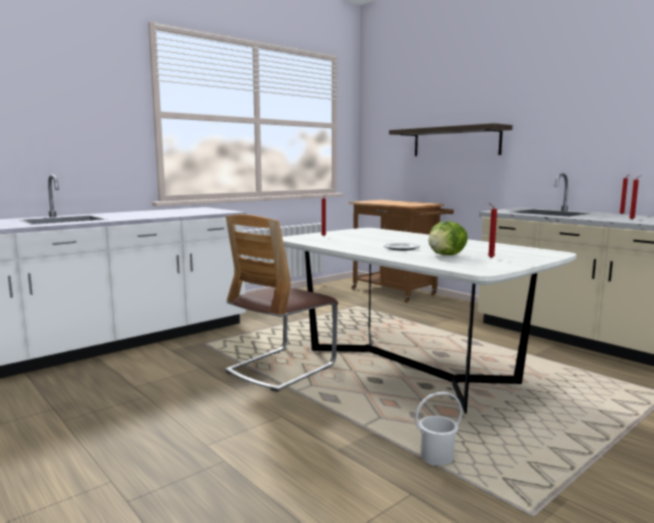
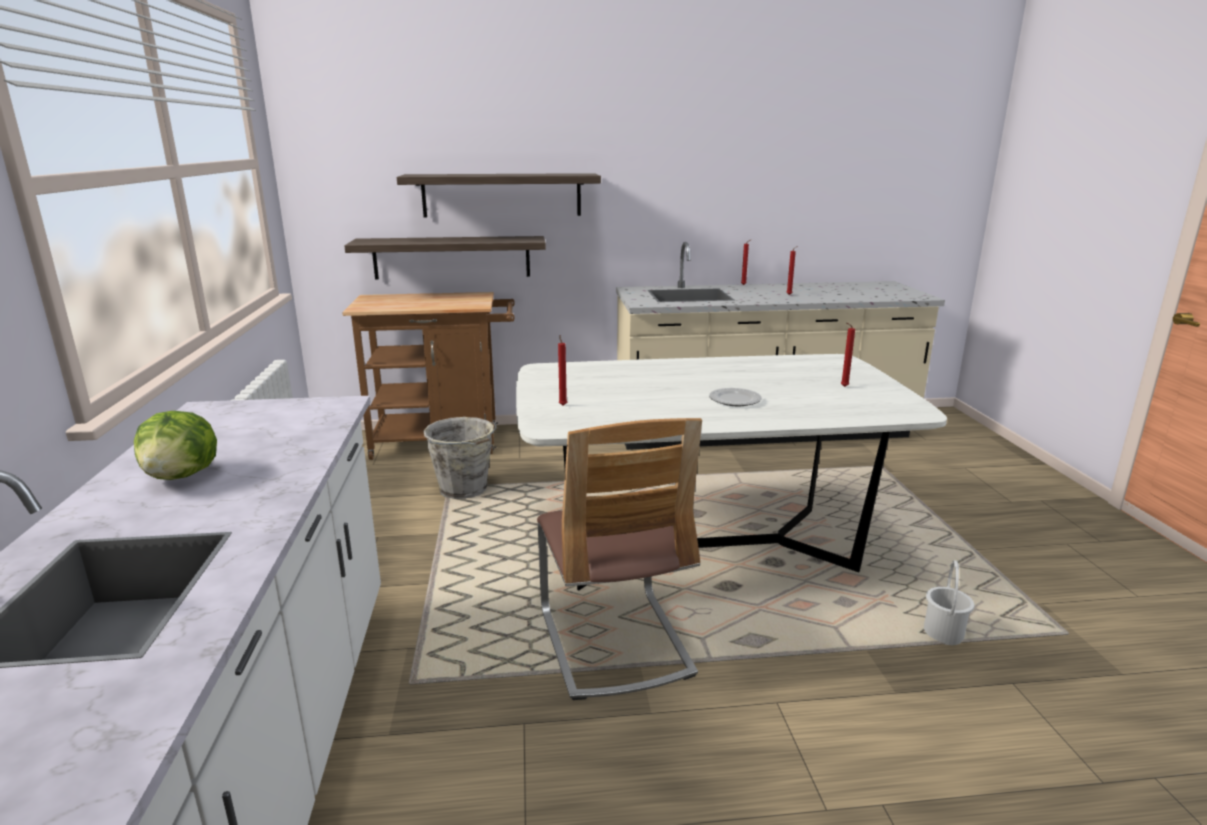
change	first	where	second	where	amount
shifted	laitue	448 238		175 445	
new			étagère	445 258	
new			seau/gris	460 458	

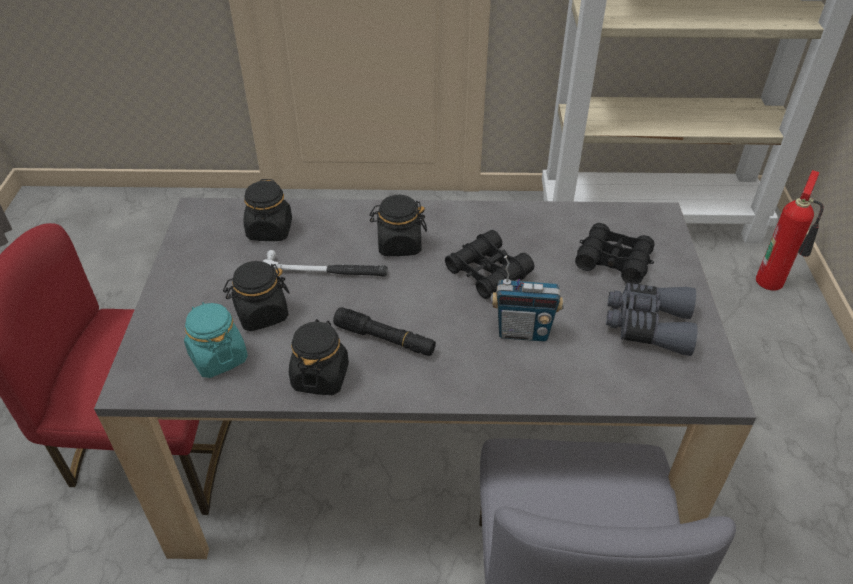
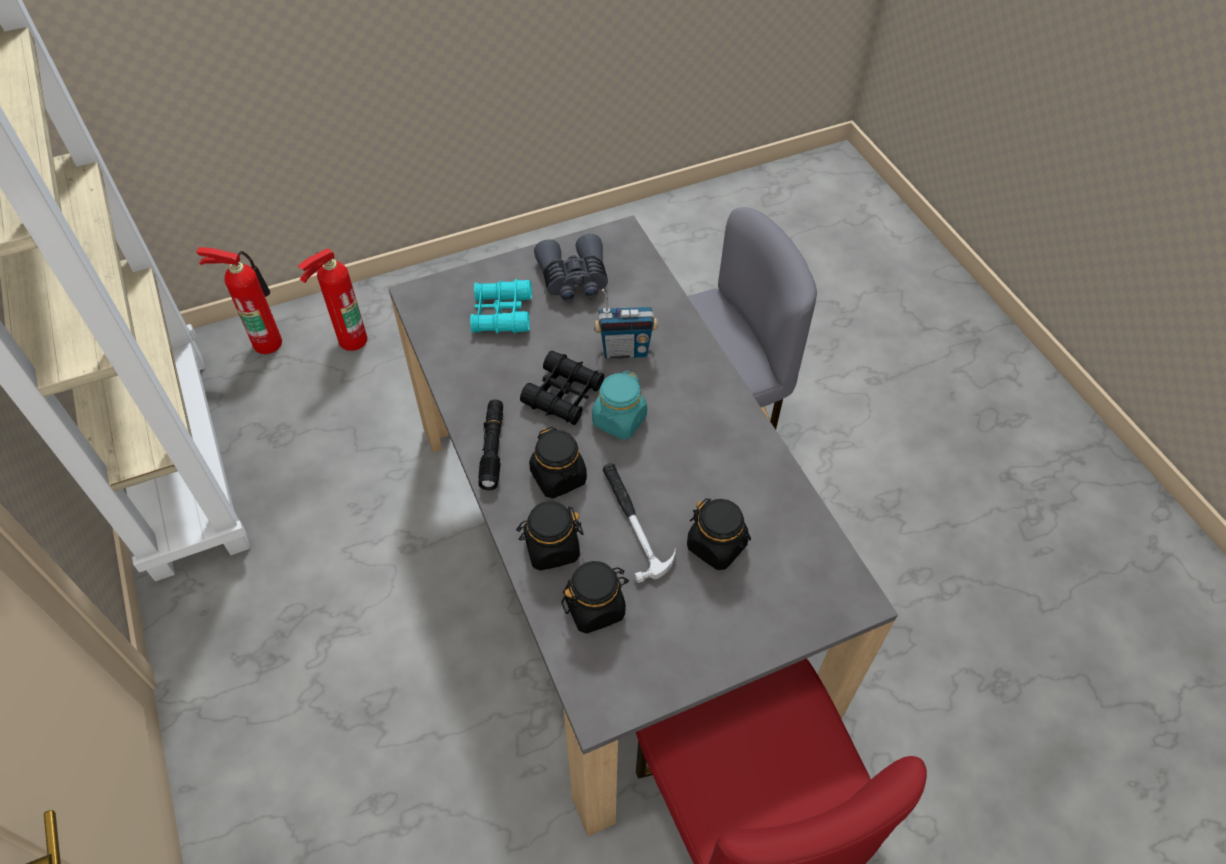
change	first	where	second	where	amount
repainted	jumelles/noir	615 253	jumelles/turquoise	501 306	
rotated	radio	527 299		626 324	105 degrees clockwise
shifted	bocal/turquoise	216 340		619 405	
shifted	lampe de poche/noir	384 331		490 445	
shifted	bocal/noir	319 357		550 536	
new			extincteur	332 300	

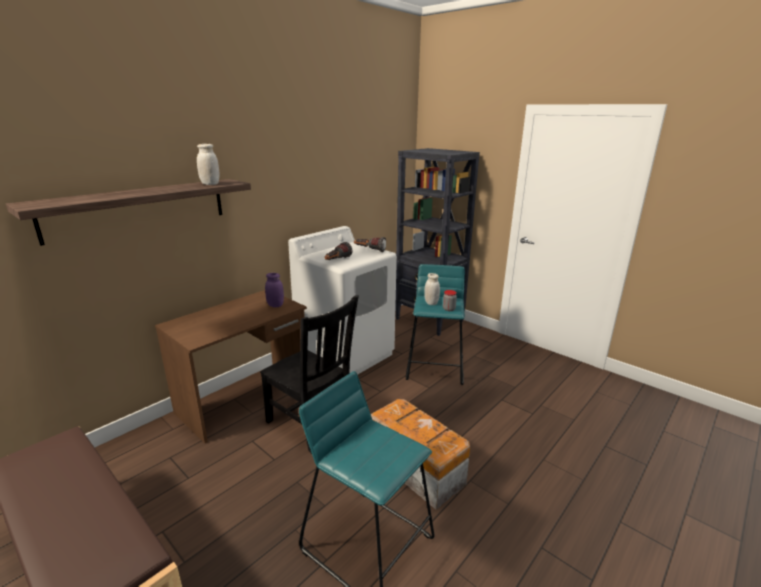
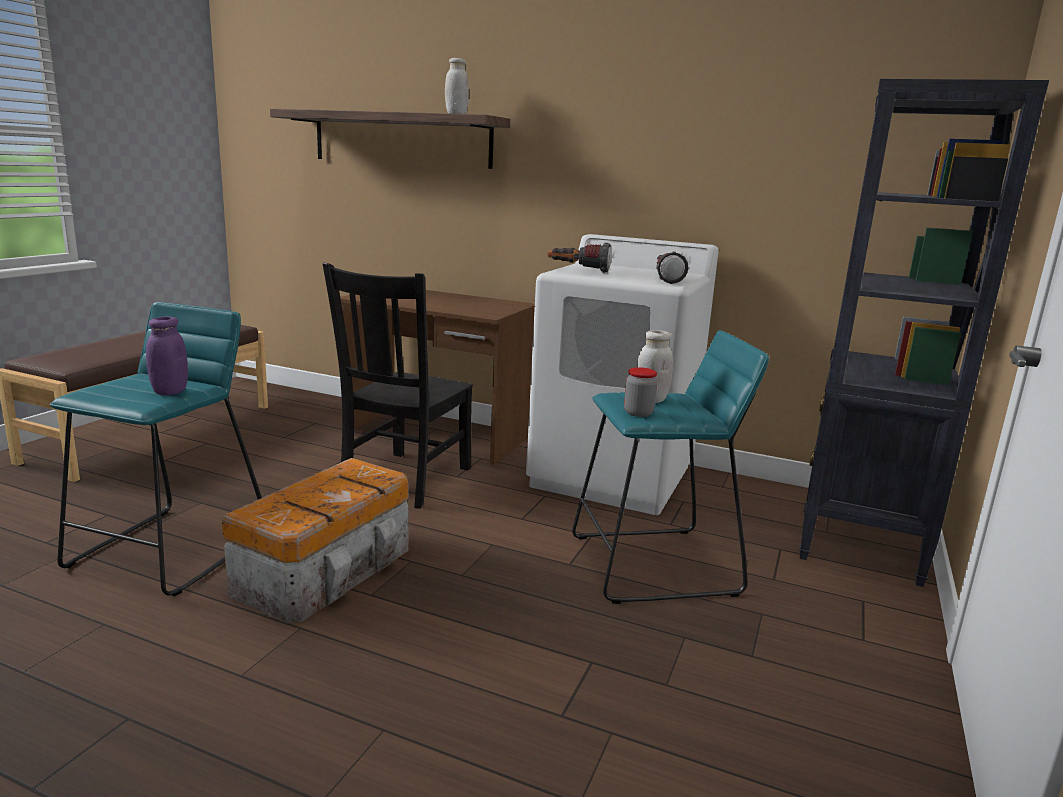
change	first	where	second	where	amount
shifted	bocal/violet	274 290		167 355	

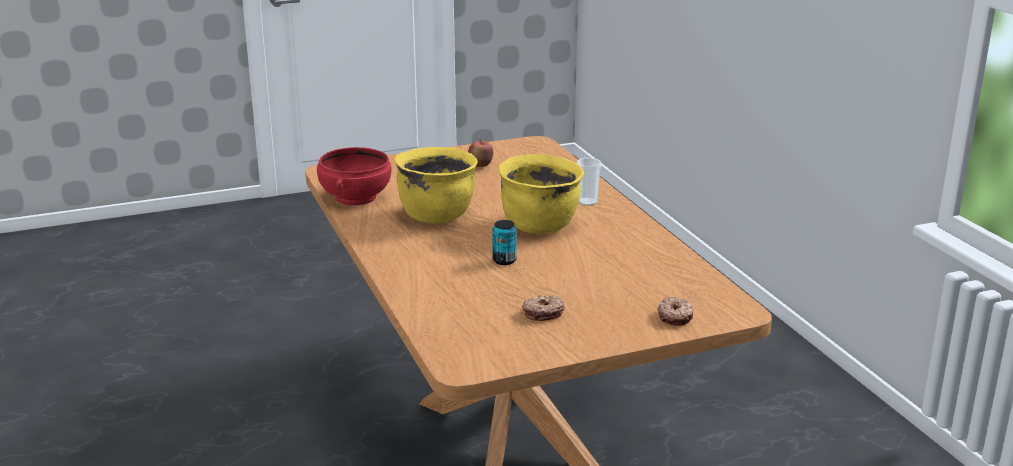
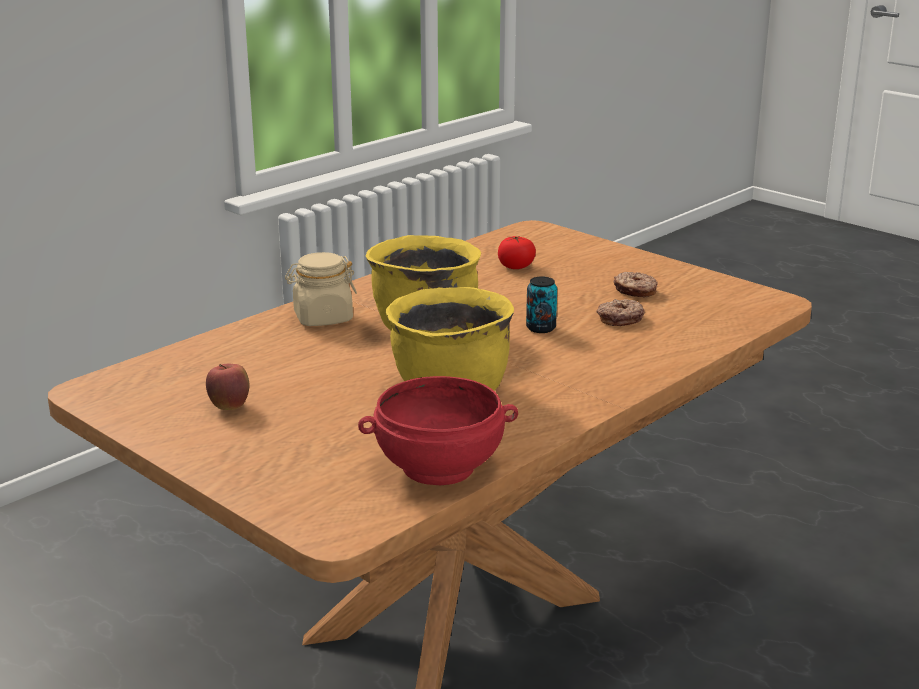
change	first	where	second	where	amount
swapped	tasse	589 182	bocal/beige	321 289	
shifted	beignet	675 311		620 312	
new			tomate	517 252	

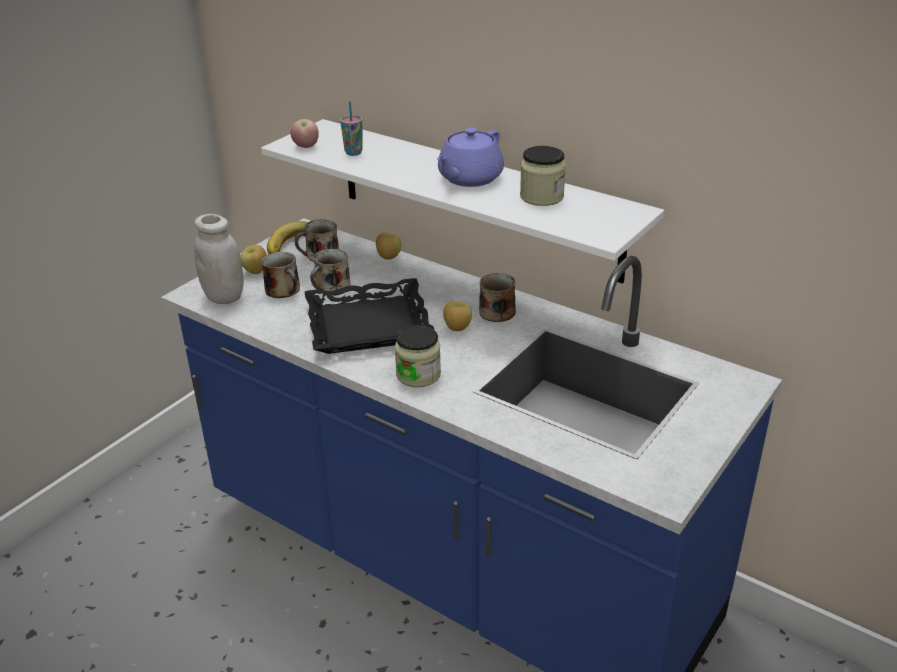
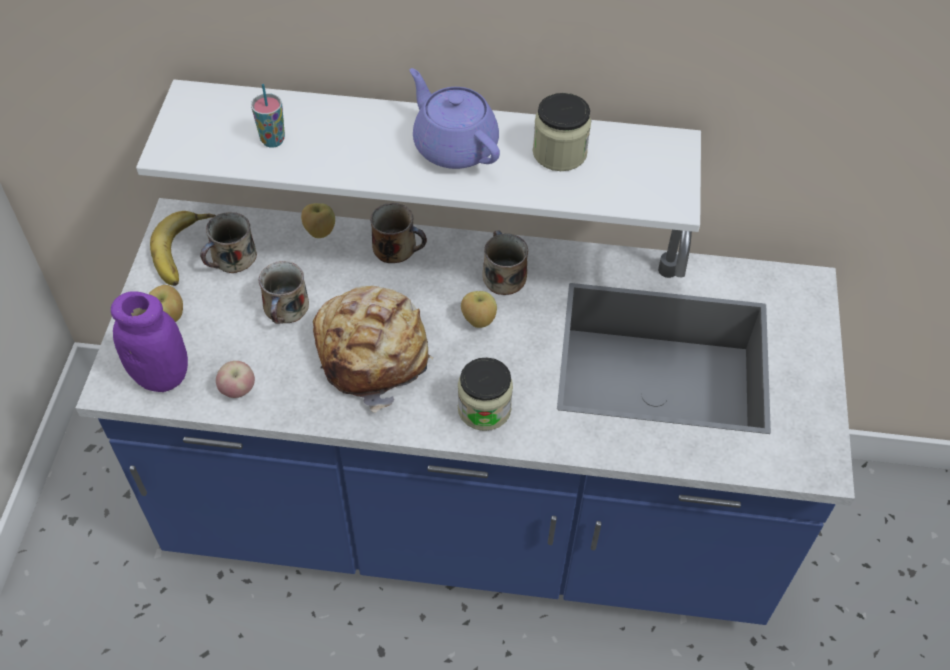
change	first	where	second	where	amount
shifted	pomme	304 133		235 379	
rotated	théière/violet	470 157		455 118	135 degrees clockwise
repainted	bocal/blanc	219 259	bocal/violet	149 341	
shifted	mug	281 275		398 233	
swapped	plateau/noir	369 316	pain	373 349	

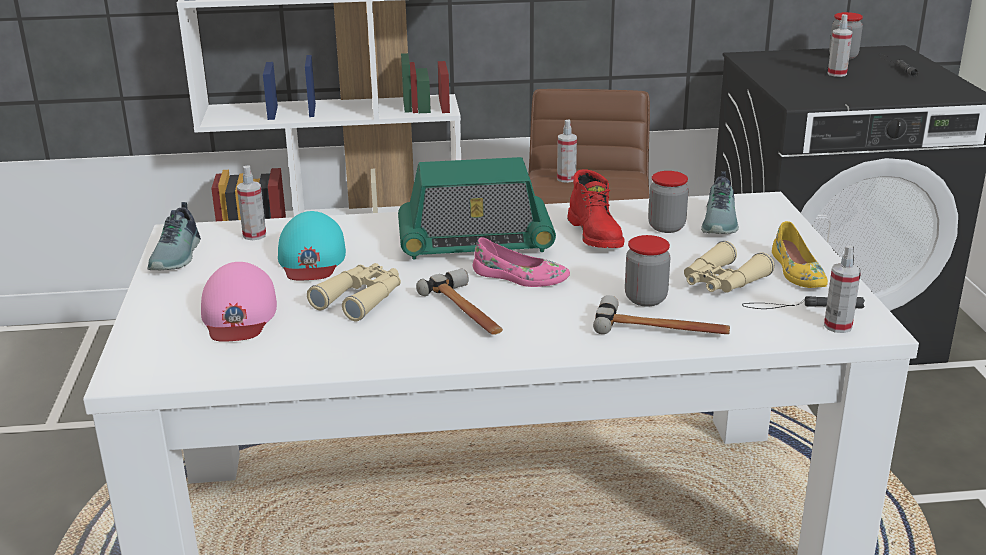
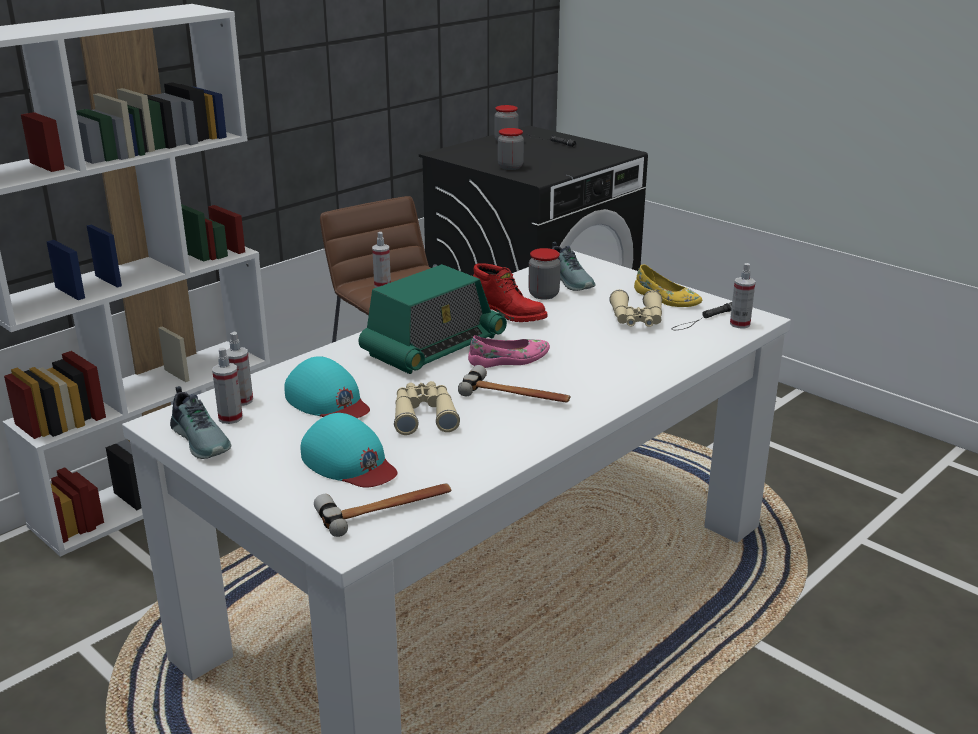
change	first	where	second	where	amount
shifted	vaporisateur	840 45		227 386	
shifted	bocal	647 271		511 149	
repainted	casquette/rose	239 302	casquette/turquoise	349 450	
shifted	marteau	661 314		383 510	

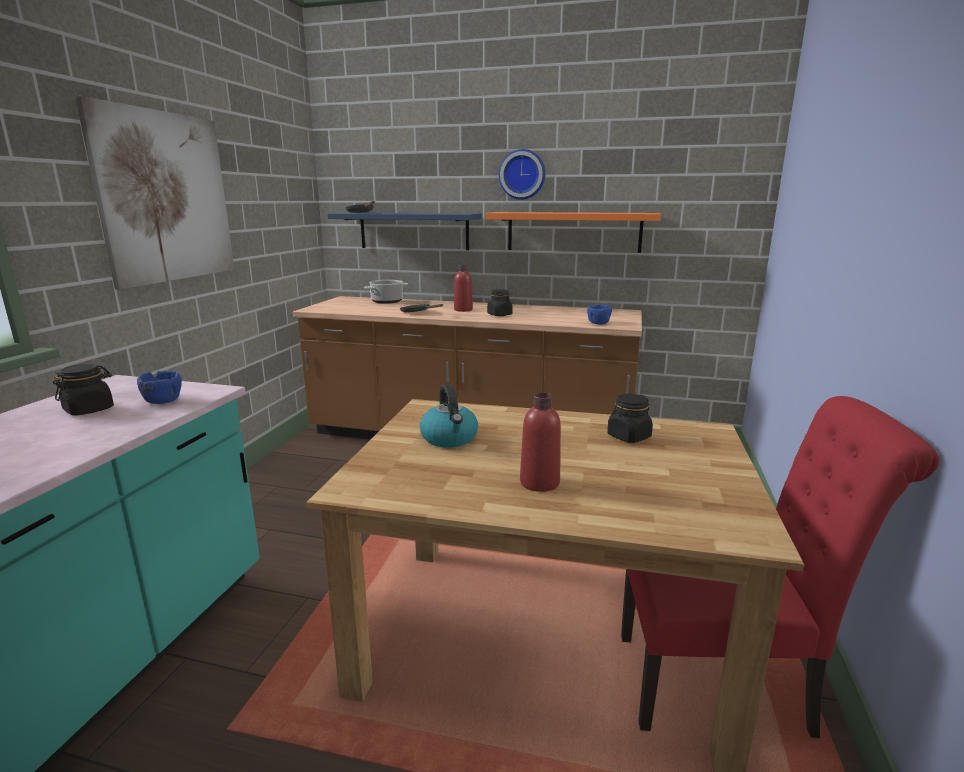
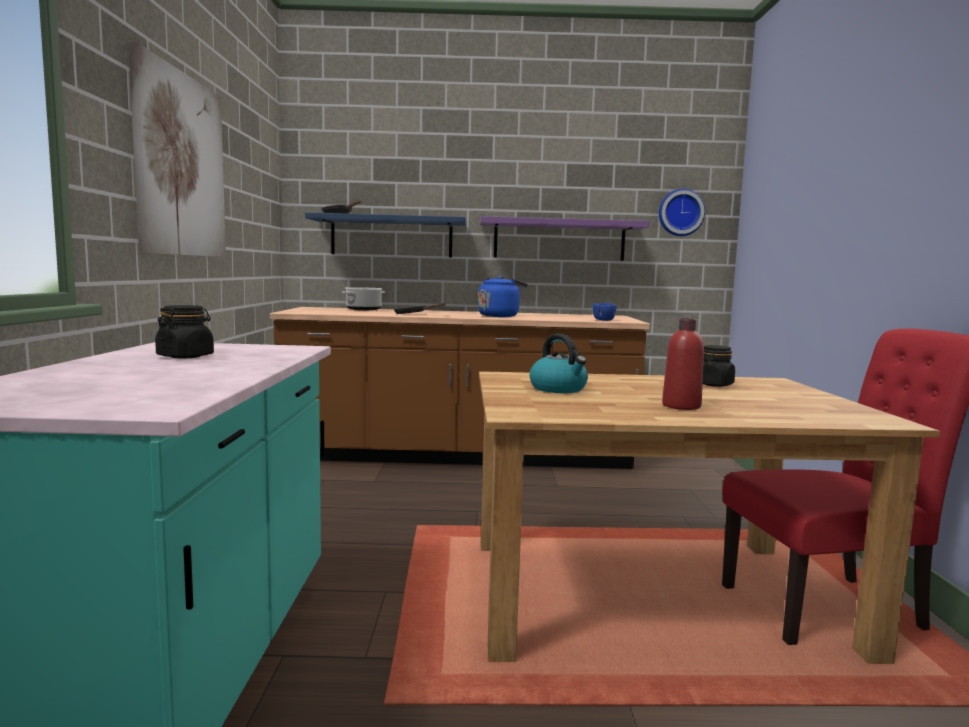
change	first	where	second	where	amount
shifted	horloge murale	522 174		682 212	
repainted	étagère/orange	573 232	étagère/violet	564 238	
gone	bouteille/rouge	463 288			
swapped	bocal/noir	500 302	bouilloire/bleu	503 296	
gone	bol/bleu	159 387			

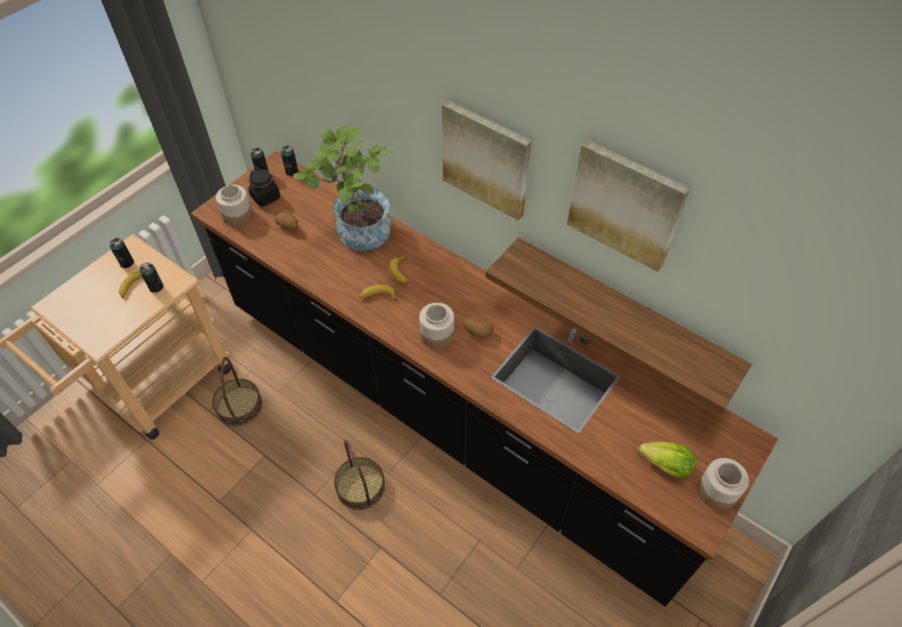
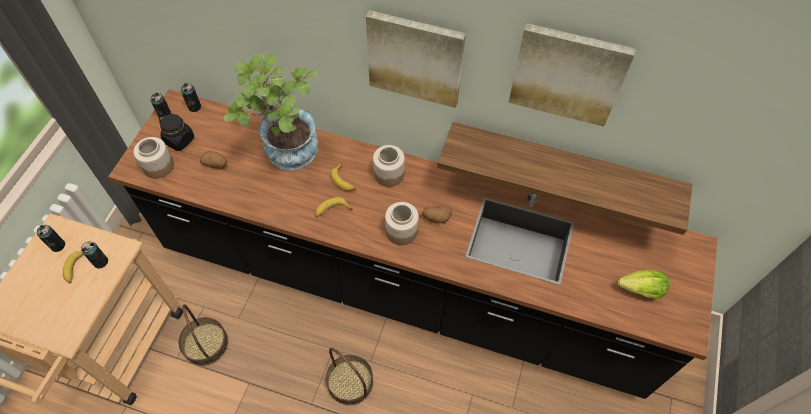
change	first	where	second	where	amount
shifted	bocal	723 484		389 166	

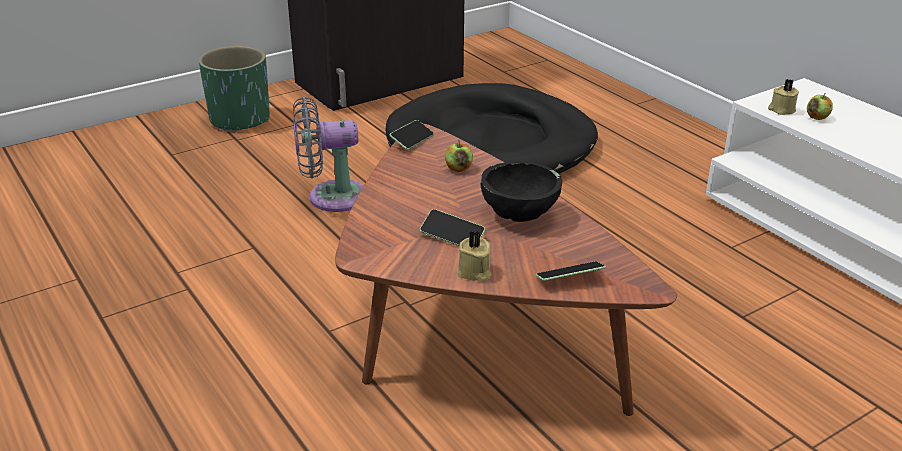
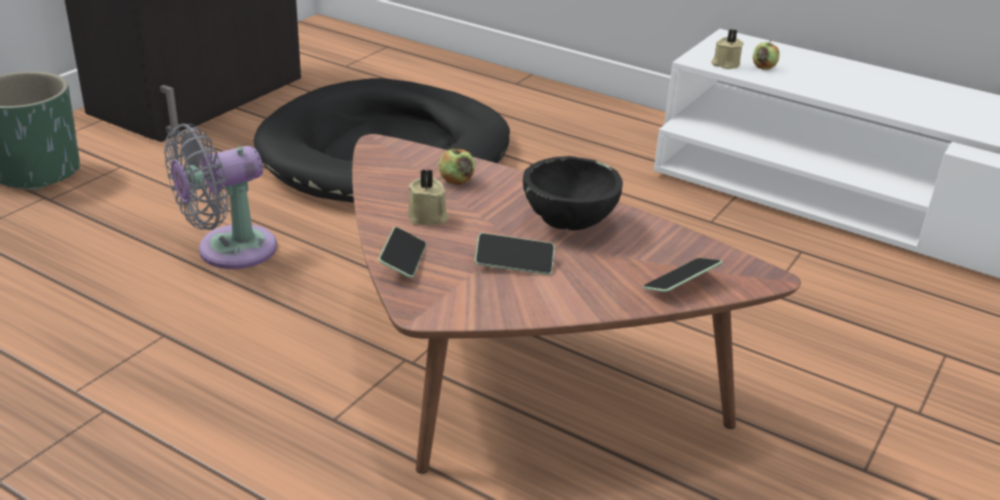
change	first	where	second	where	amount
shifted	téléphone	412 135		402 252	
shifted	bougie/beige	474 256		428 197	

